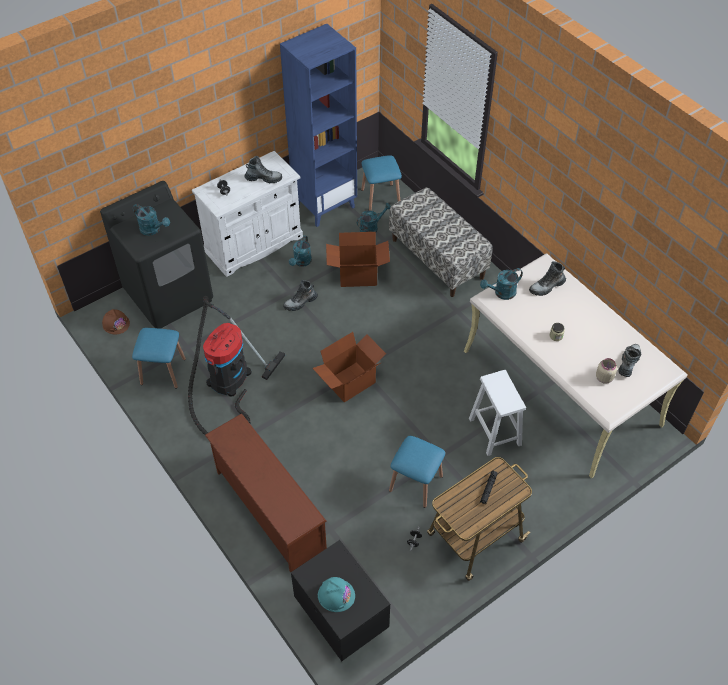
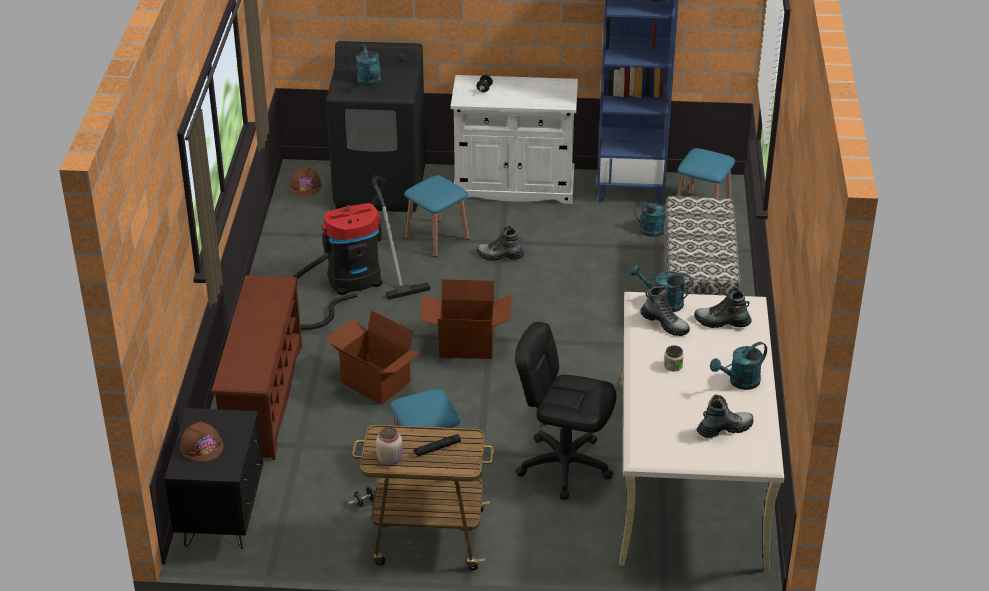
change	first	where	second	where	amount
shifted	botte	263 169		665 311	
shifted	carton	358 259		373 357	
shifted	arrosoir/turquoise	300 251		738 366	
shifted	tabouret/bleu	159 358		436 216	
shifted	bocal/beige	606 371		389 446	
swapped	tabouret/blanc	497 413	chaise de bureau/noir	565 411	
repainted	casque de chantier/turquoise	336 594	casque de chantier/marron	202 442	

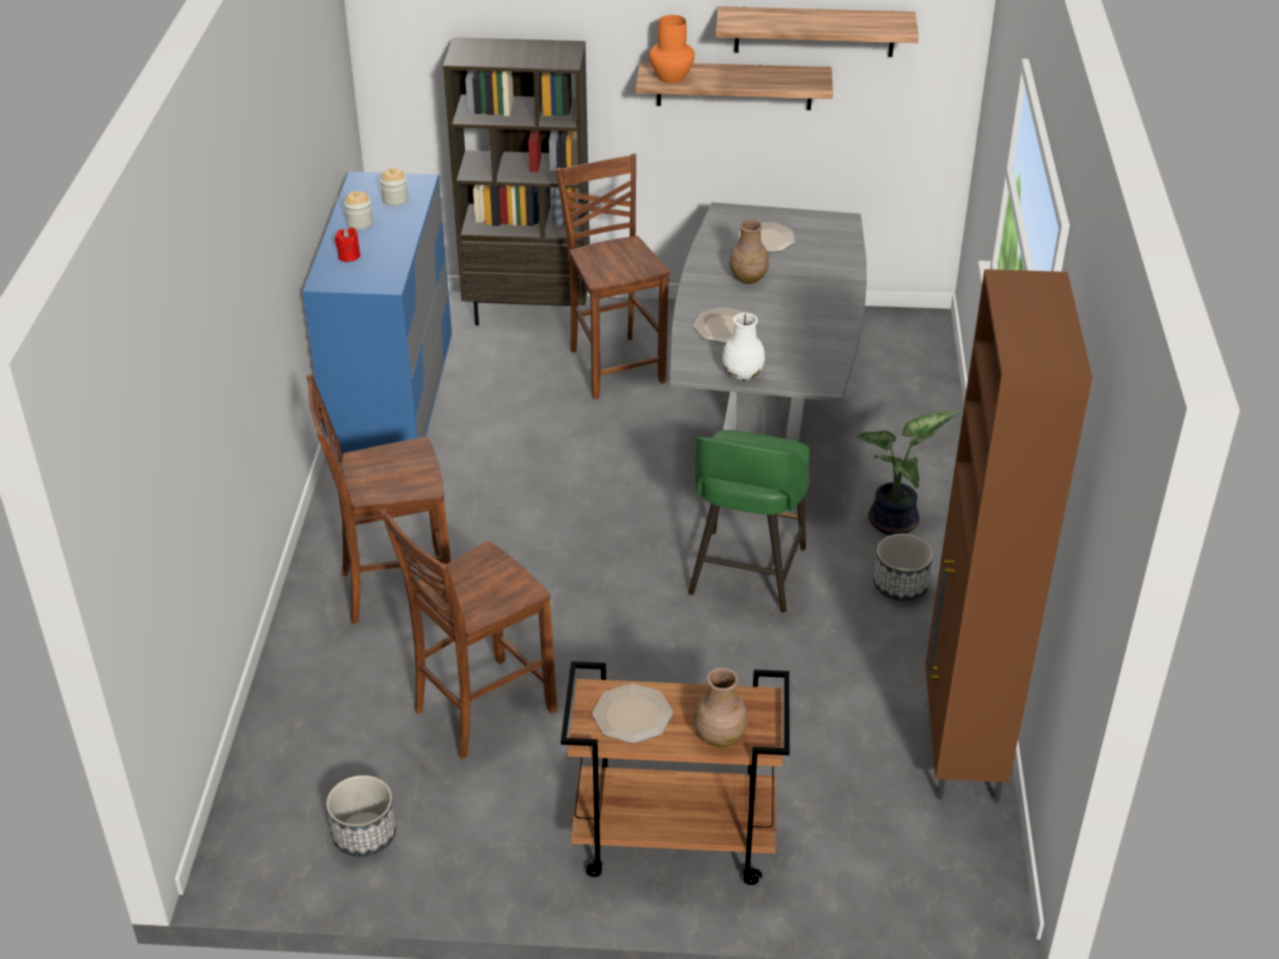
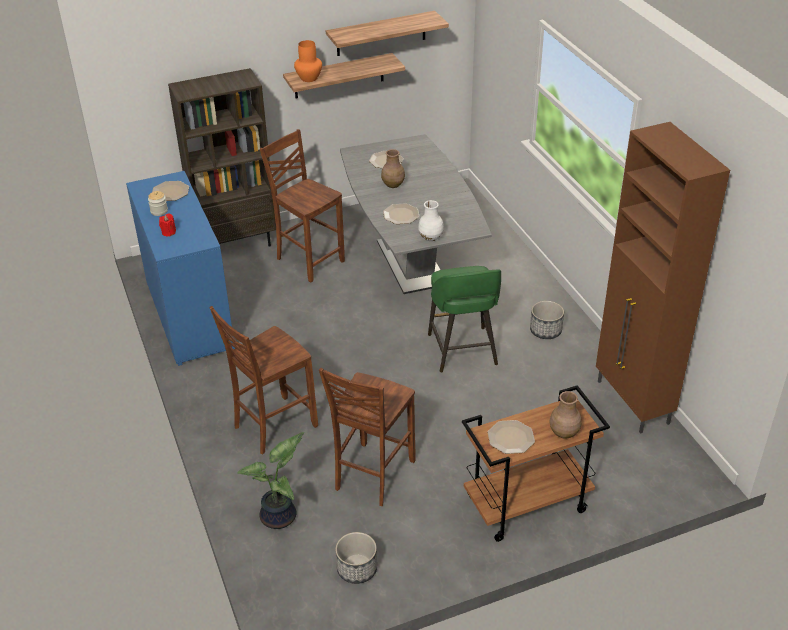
change	first	where	second	where	amount
swapped	bocal	394 187	assiette	170 191	
shifted	plante en pot	908 473		270 480	

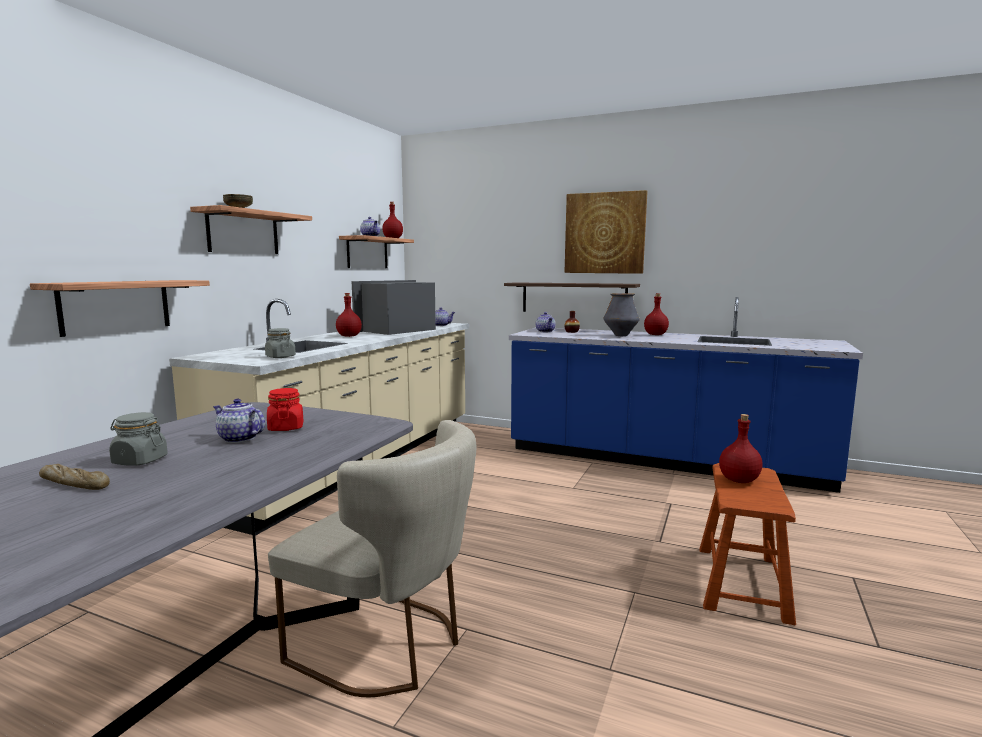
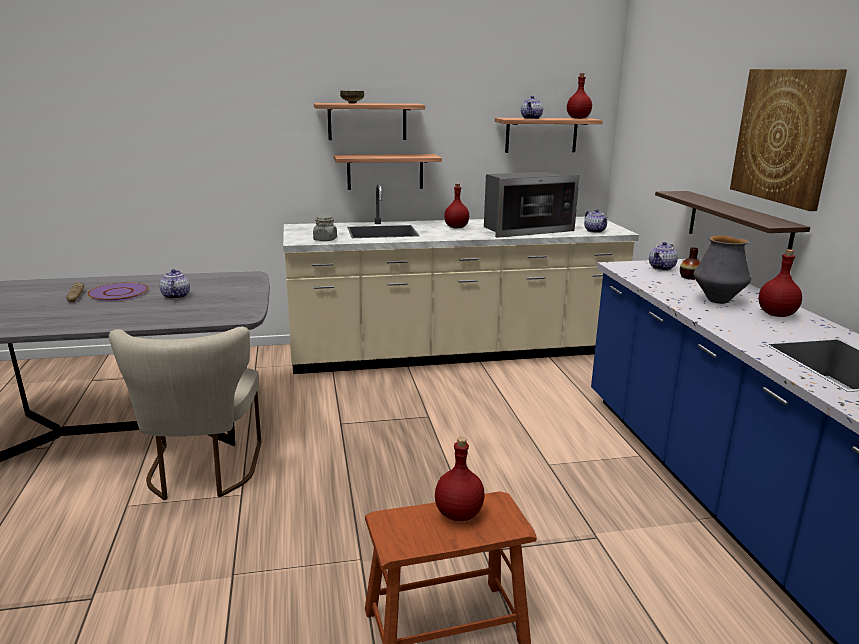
change	first	where	second	where	amount
shifted	étagère	120 308		388 172	
rotated	micro-ondes	394 307		532 205	150 degrees clockwise
gone	bocal/rouge	285 409			
swapped	bocal/gris	138 439	assiette/violet	117 291	

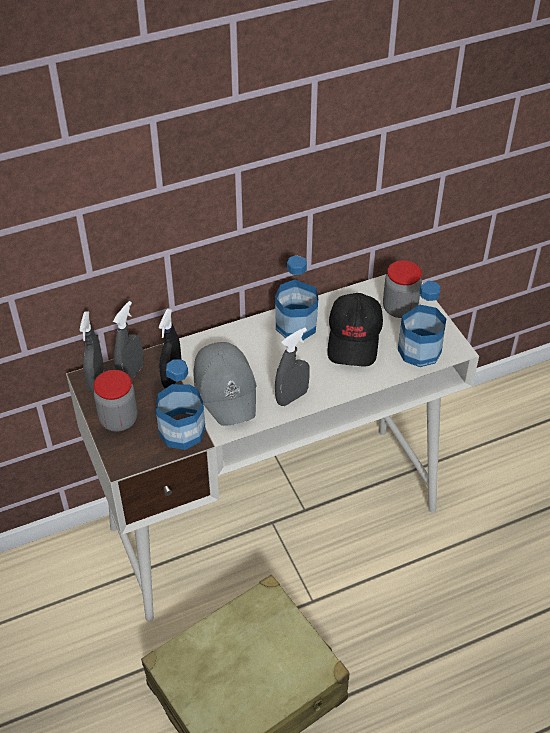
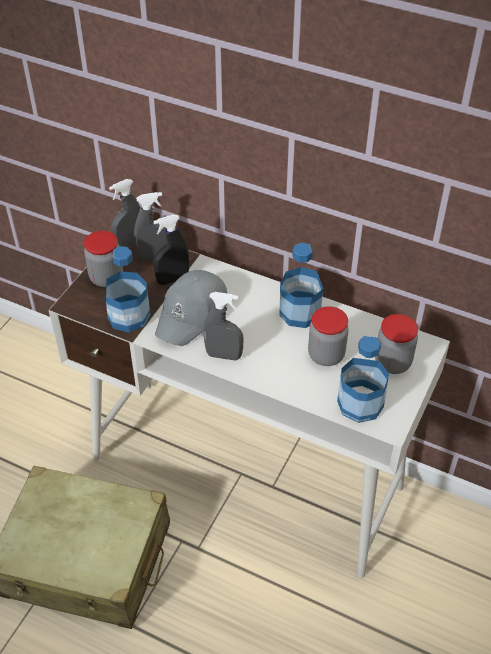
change	first	where	second	where	amount
swapped	casquette/noir	355 329	bocal	328 336	

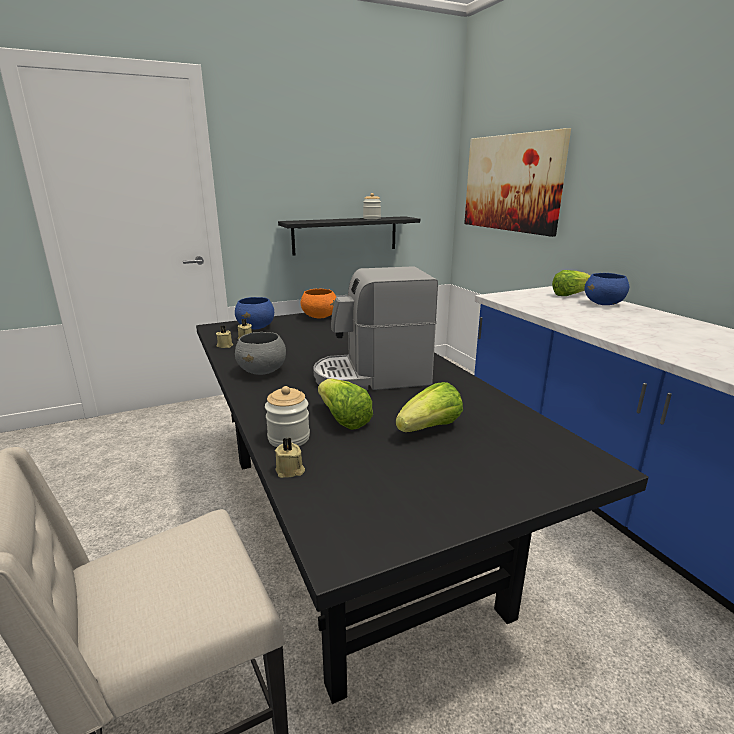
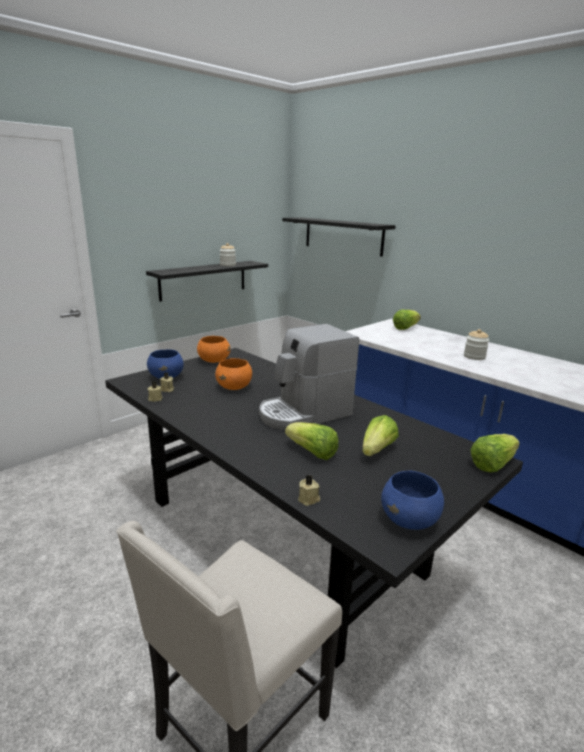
change	first	where	second	where	amount
swapped	tableau	517 182	étagère/noir	339 237	
shifted	bol/bleu	607 289		412 500	
gone	bol/gris	260 353			
shifted	bocal	287 416		476 344	
new			bol/orange	233 374	
new			laitue	495 453	

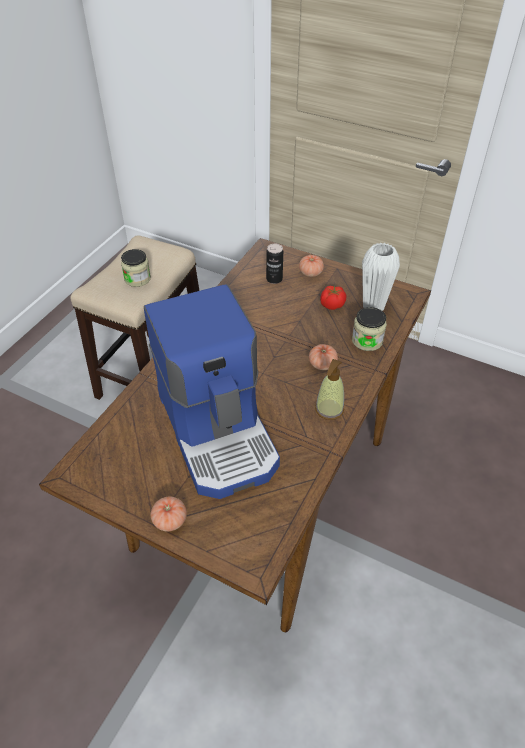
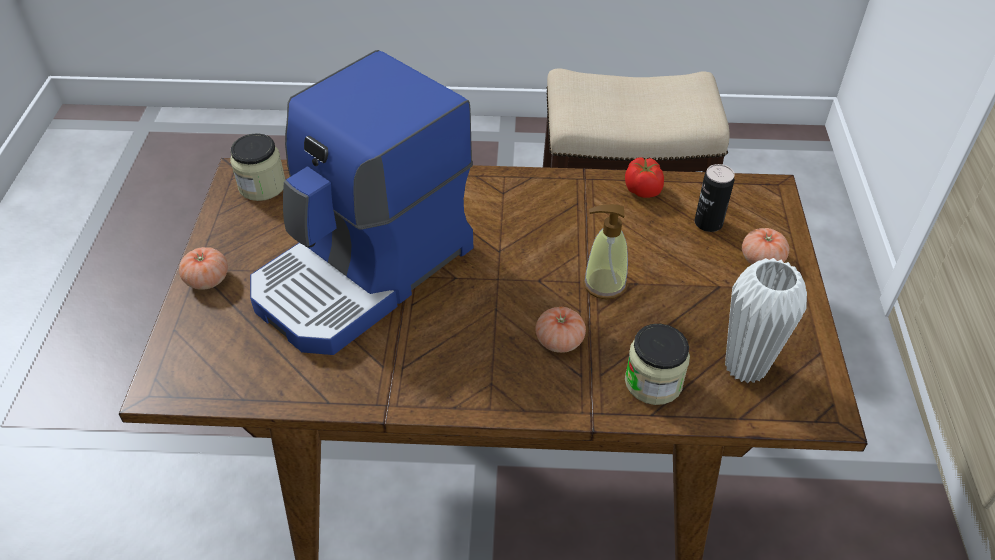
change	first	where	second	where	amount
shifted	bocal	136 268		258 167	
shifted	tomate	333 297		644 177	
shifted	distributeur de savon	329 389		605 251	

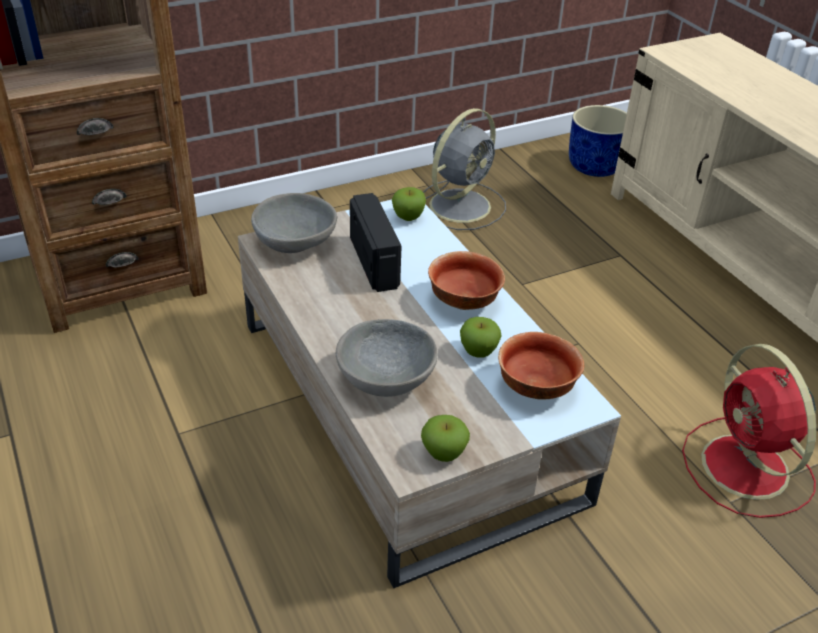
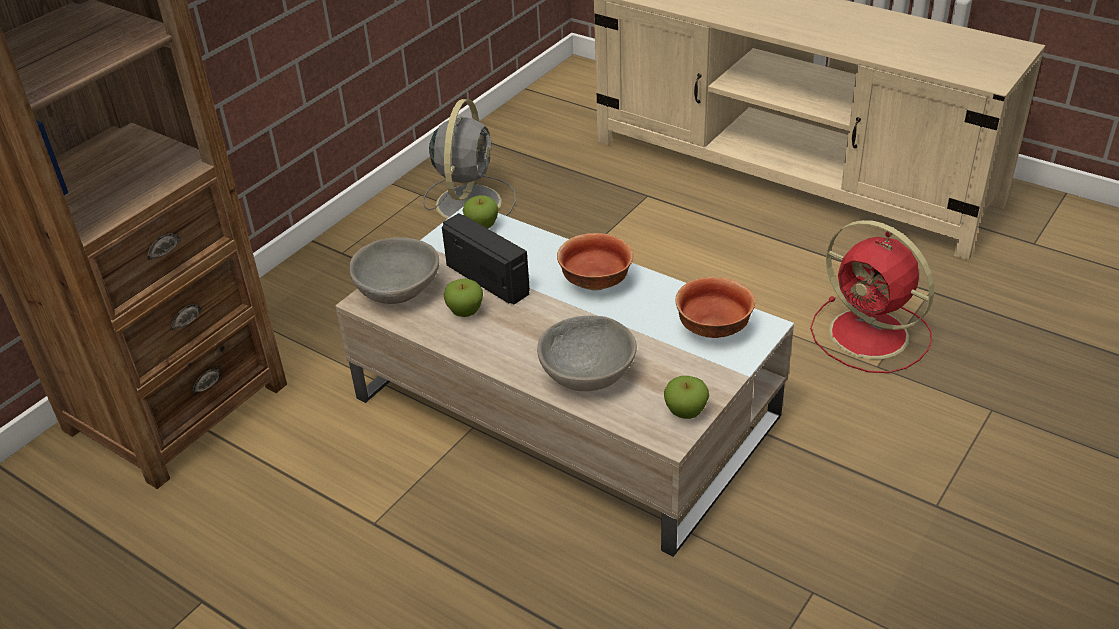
change	first	where	second	where	amount
gone	cache-pot/bleu	598 141			
shifted	pomme	481 337		463 298	

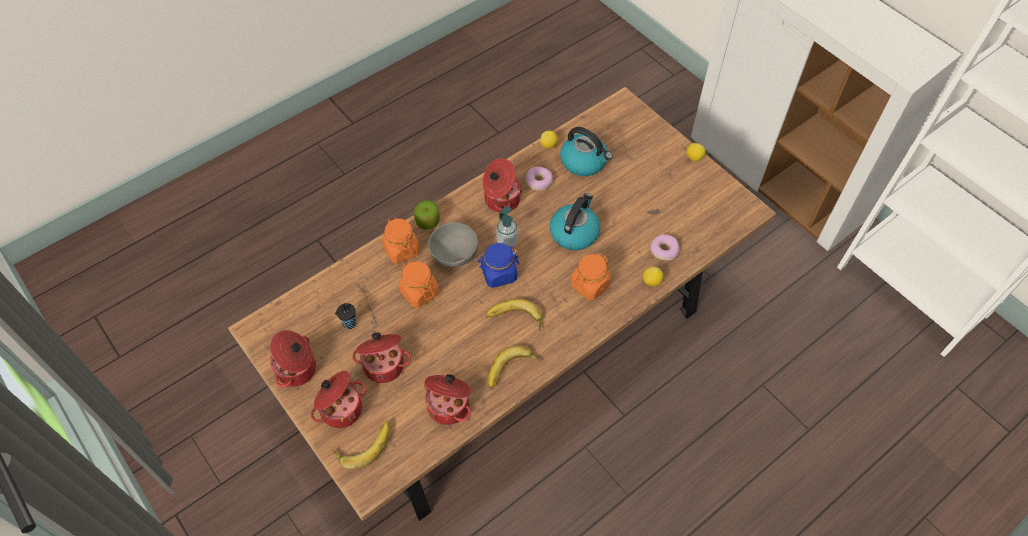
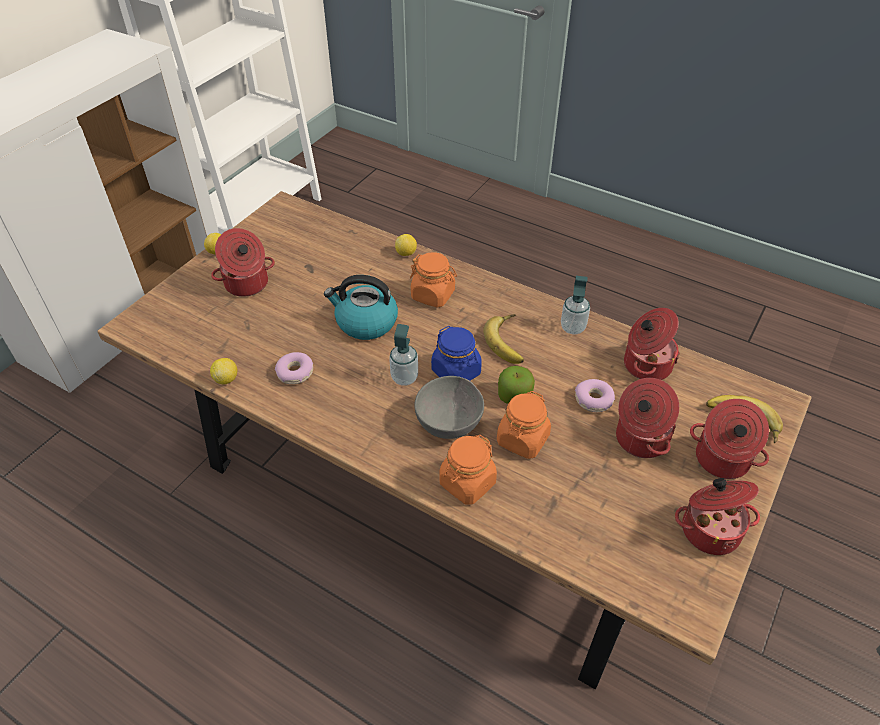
change	first	where	second	where	amount
gone	bouilloire	586 151			
shifted	marmite	502 185		243 262	
shifted	pomme	427 215		516 385	
shifted	beignet	665 247		595 395	
gone	tasse/noir	345 316			
swapped	banane	514 367	distributeur de savon	575 305	

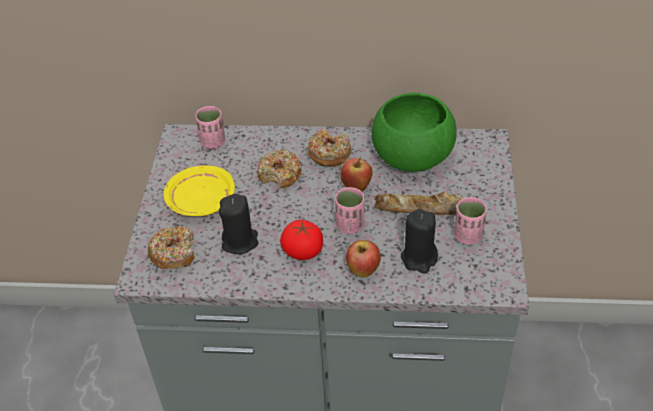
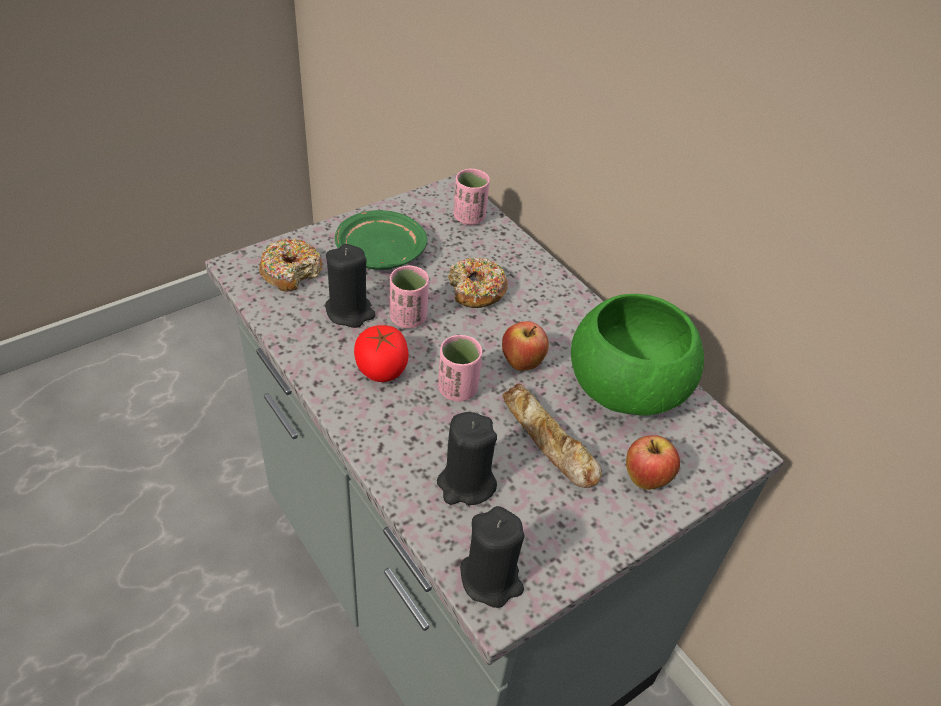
change	first	where	second	where	amount
gone	beignet	329 148			
repainted	assiette/jaune	199 191	assiette/vert	381 240	
shifted	tasse/rose	470 220		409 296	
shifted	pomme	363 259		653 462	
new			bougie/noir	492 557	

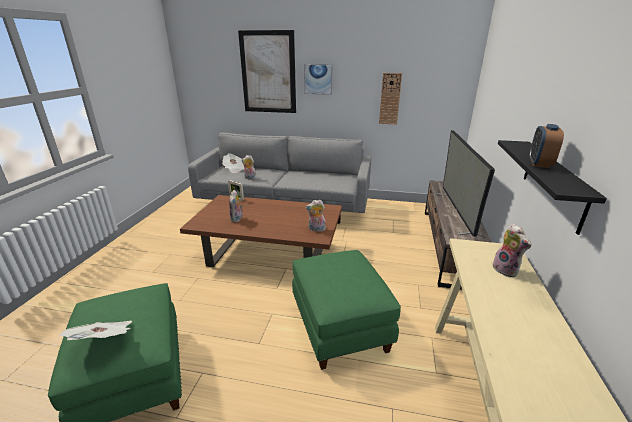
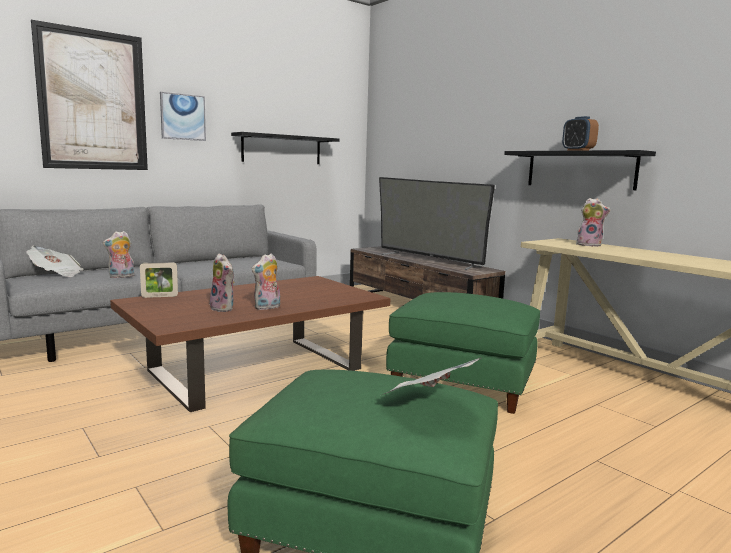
change	first	where	second	where	amount
swapped	horloge murale	390 98	étagère/noir	285 148	
shifted	peluche	316 216		265 281	

